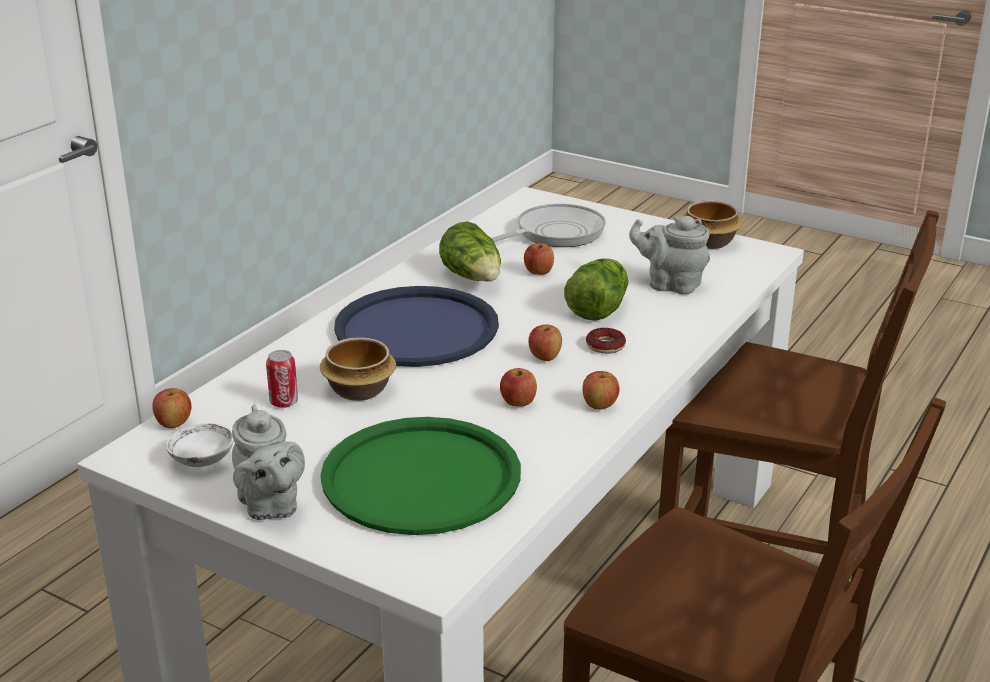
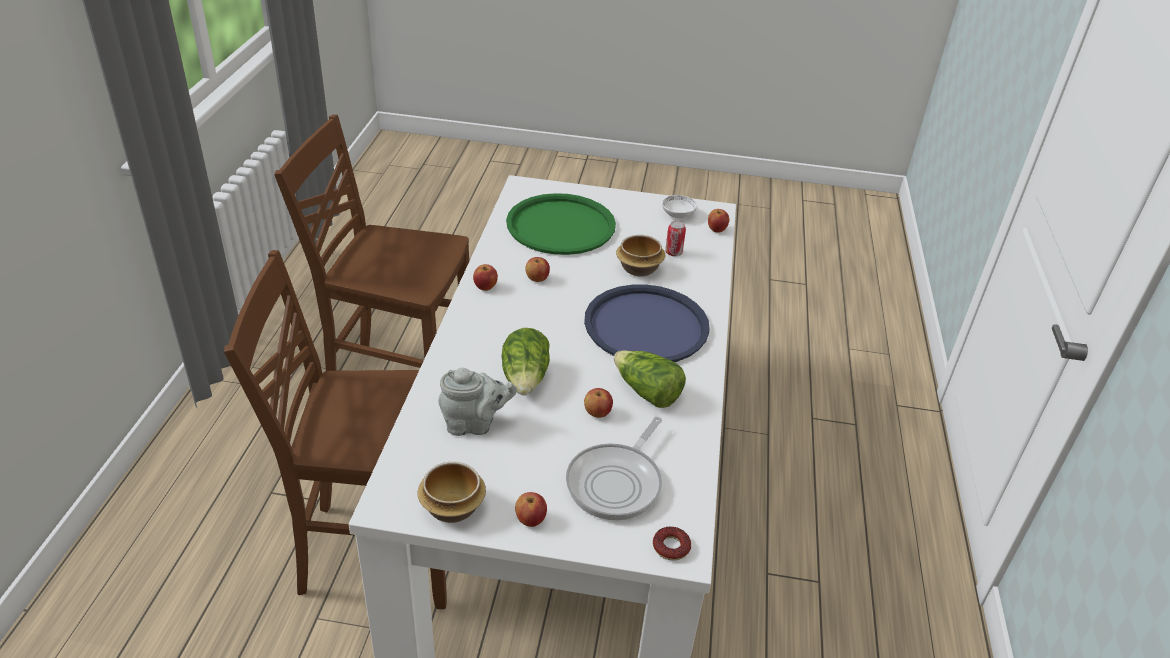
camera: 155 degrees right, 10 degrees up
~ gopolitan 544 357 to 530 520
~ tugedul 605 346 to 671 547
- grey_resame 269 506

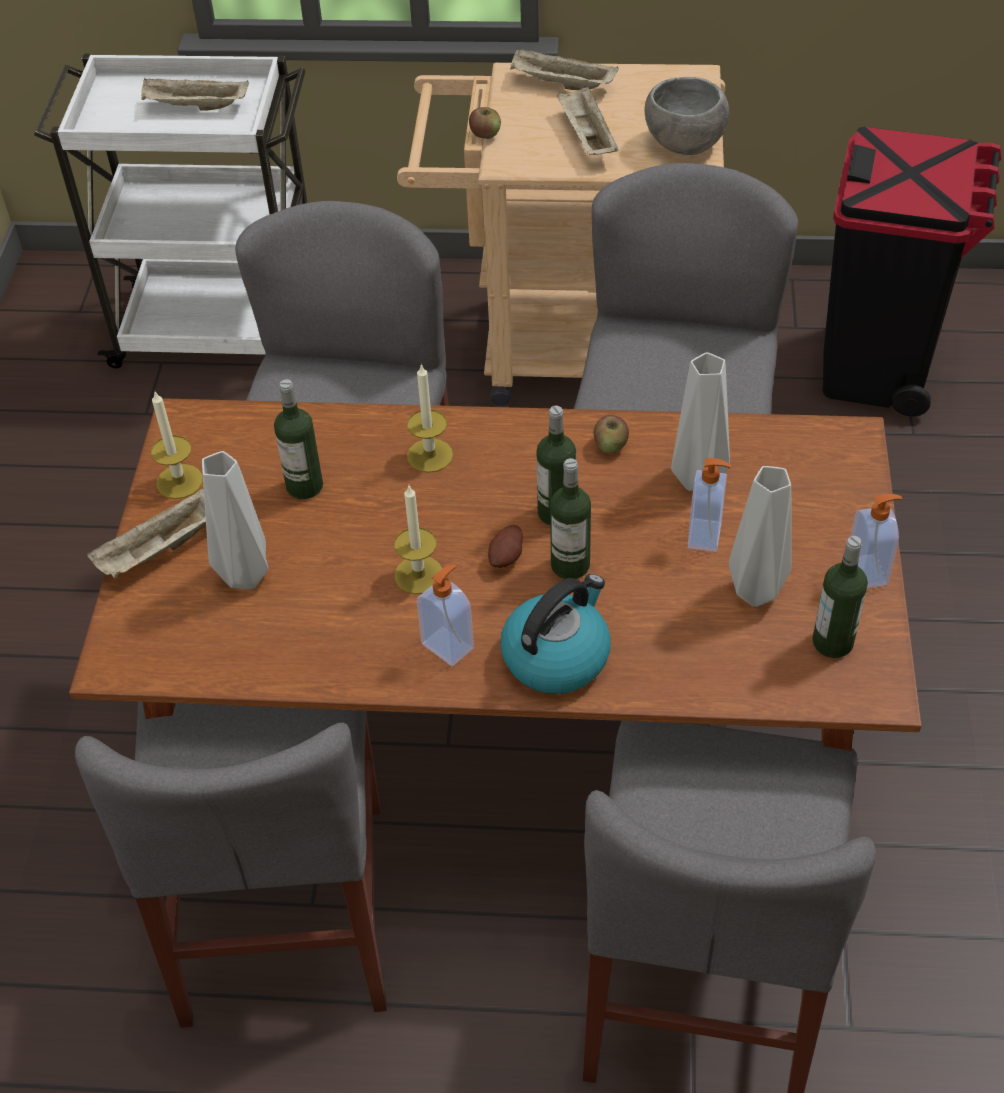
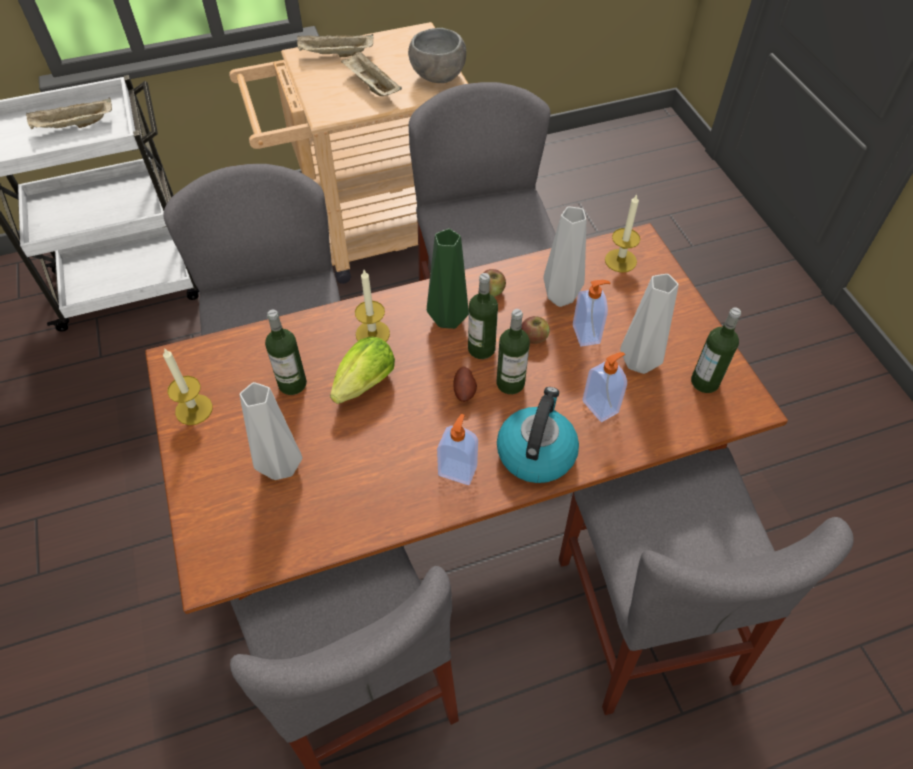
camera: 25 degrees left, 5 degrees up
~ gopolitan 485 134 to 534 337
- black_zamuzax 877 366
~ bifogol 418 575 to 620 260
- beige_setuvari 162 550
~ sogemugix 868 571 to 601 406
+ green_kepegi 447 318
+ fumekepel 362 387

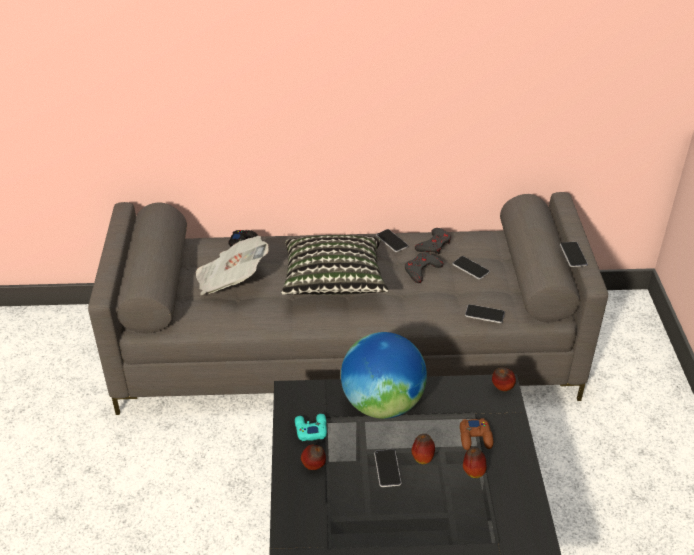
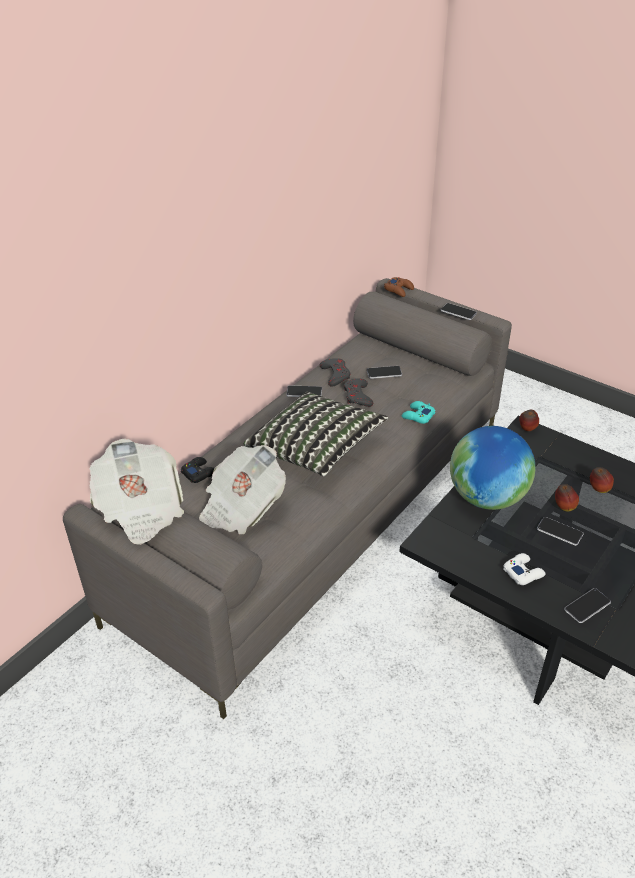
camera: 50 degrees left, 0 degrees up
~ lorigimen 484 314 to 587 606
~ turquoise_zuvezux 310 429 to 417 416
~ brown_zuvezux 475 437 to 399 290
~ gopolitan 314 466 to white_zuvezux 523 572
+ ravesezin 140 509

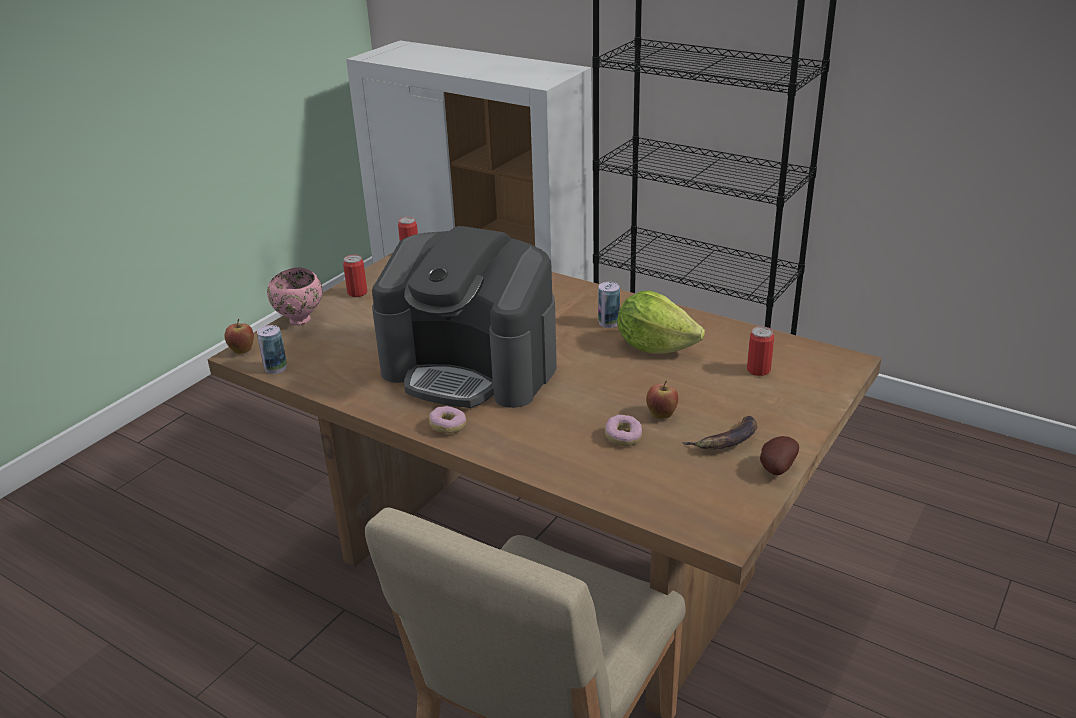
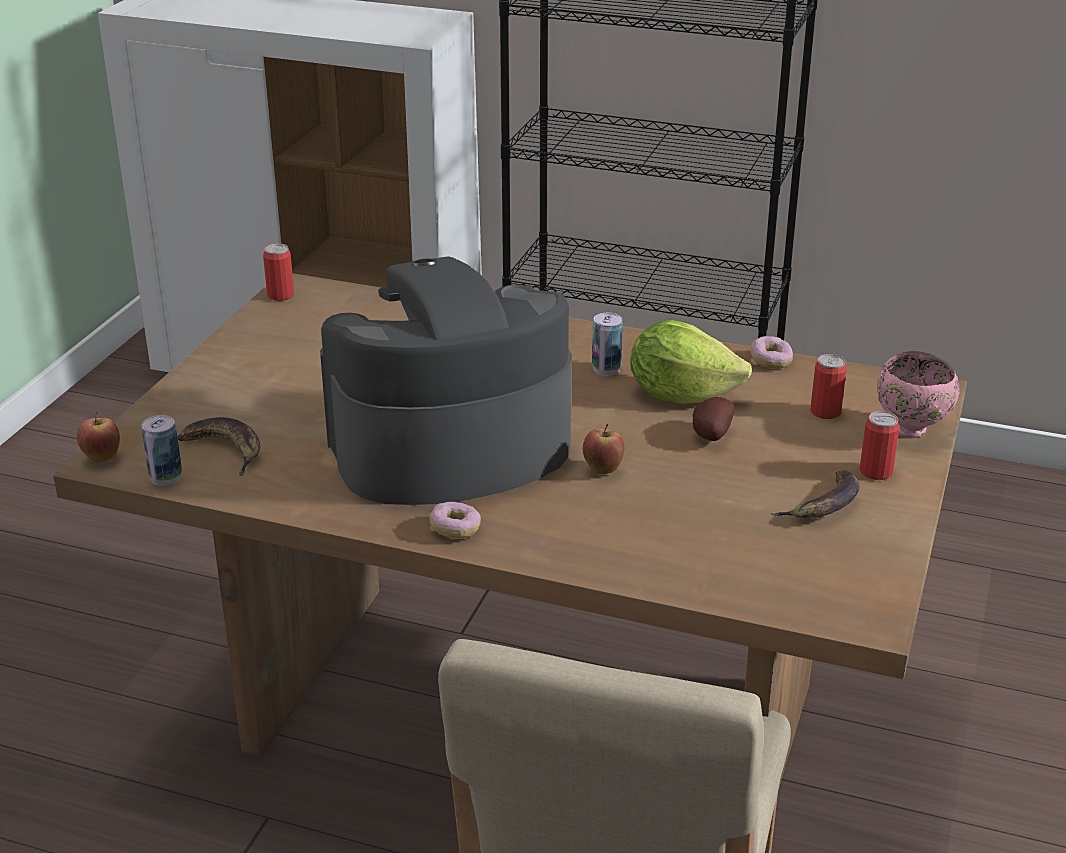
camera: 15 degrees left, 0 degrees up
~ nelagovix 471 368 = 448 448 150 degrees clockwise
~ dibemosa 357 293 to 876 471
~ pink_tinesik 300 321 to 911 431
~ gopolitan 661 415 to 602 470
~ tugedul 623 437 to 771 361
~ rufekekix 775 468 to 710 435
+ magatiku 224 450

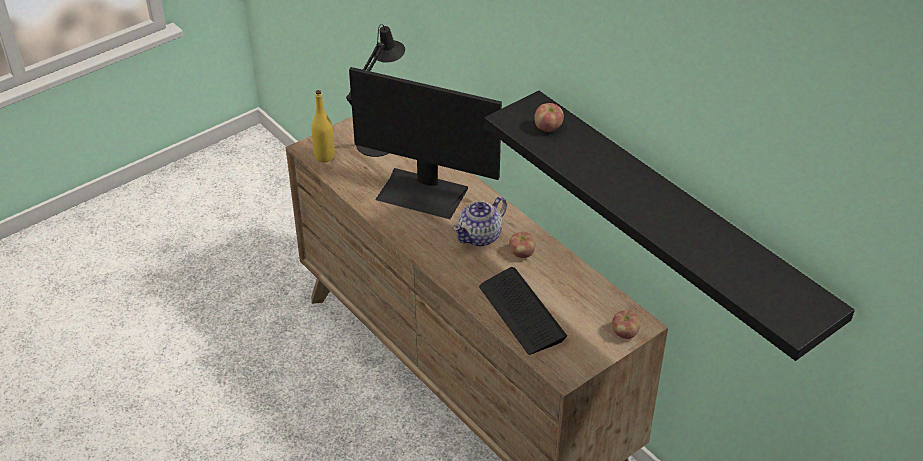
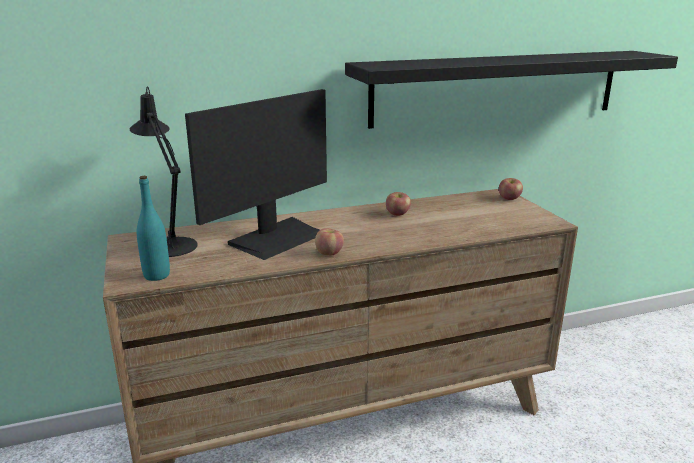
camera: 70 degrees left, 20 degrees down
~ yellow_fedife 324 157 to turquoise_fedife 157 275
~ gopolitan 548 128 to 329 253
- resame 480 236
- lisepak 521 312

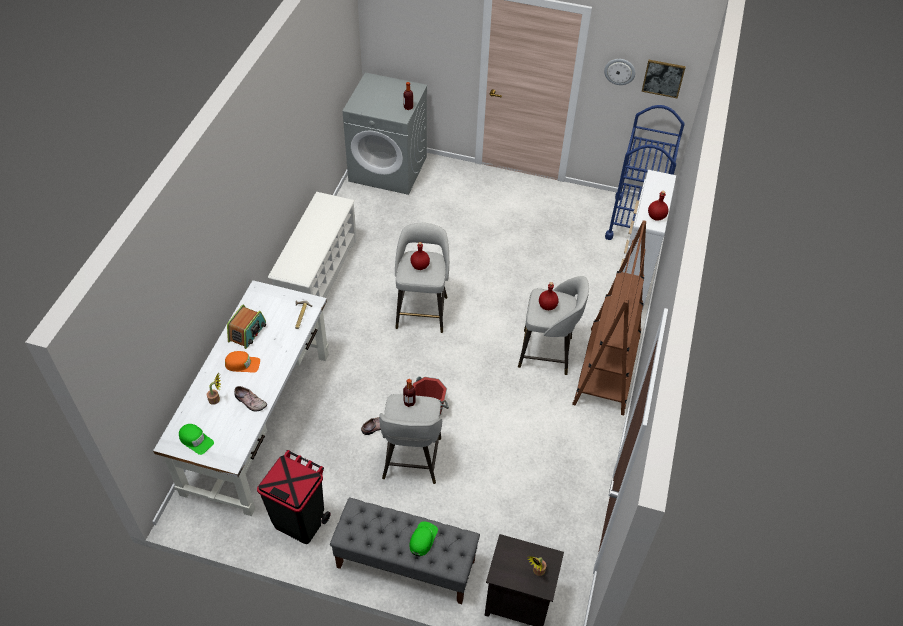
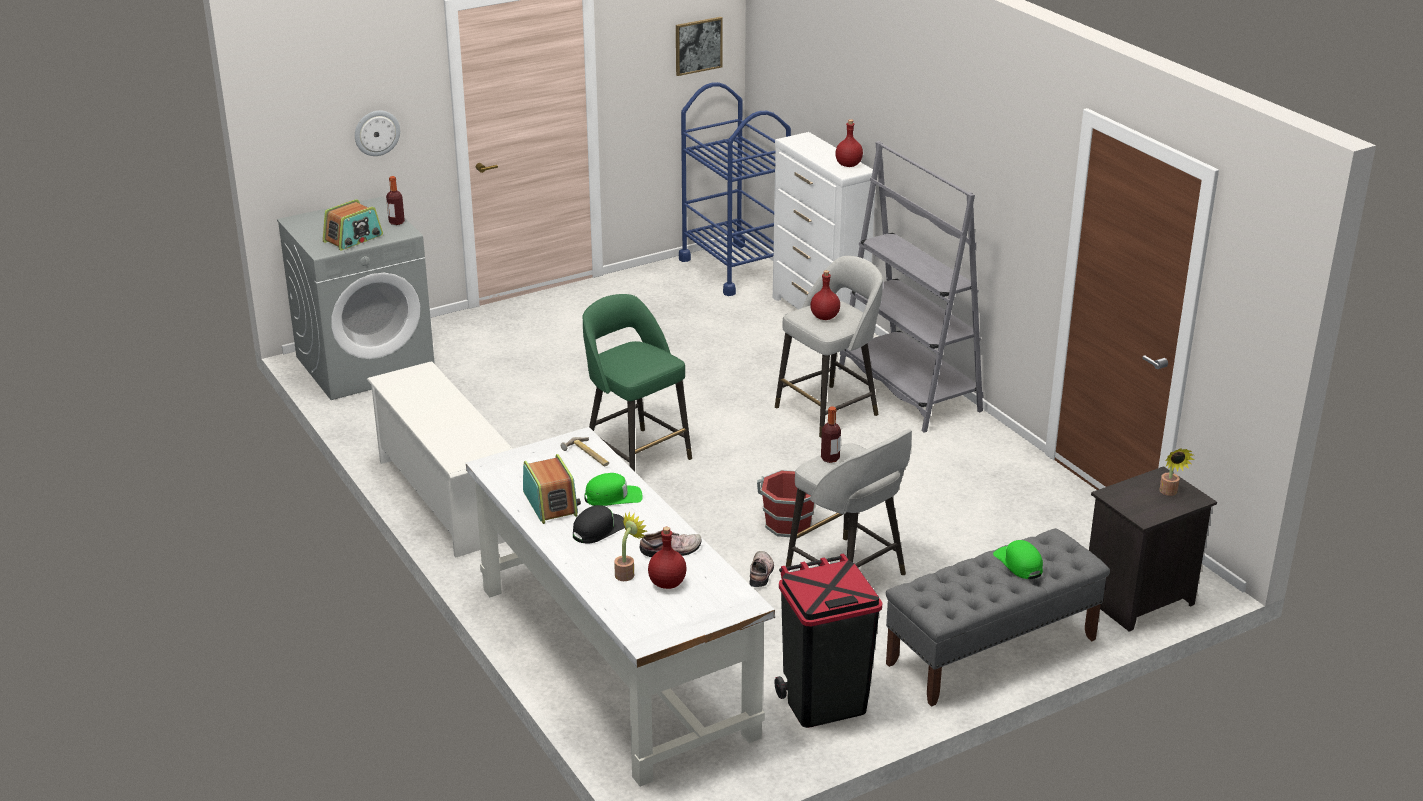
camera: 45 degrees left, 20 degrees down
~ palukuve 619 71 to 376 132
~ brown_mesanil 606 370 to grey_mesanil 909 390
~ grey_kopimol 422 311 to green_kopimol 635 455
~ red_fedife 419 266 to 667 584
~ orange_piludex 242 364 to black_piludex 599 529
~ green_piludex 195 440 to 613 497
+ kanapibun 353 239

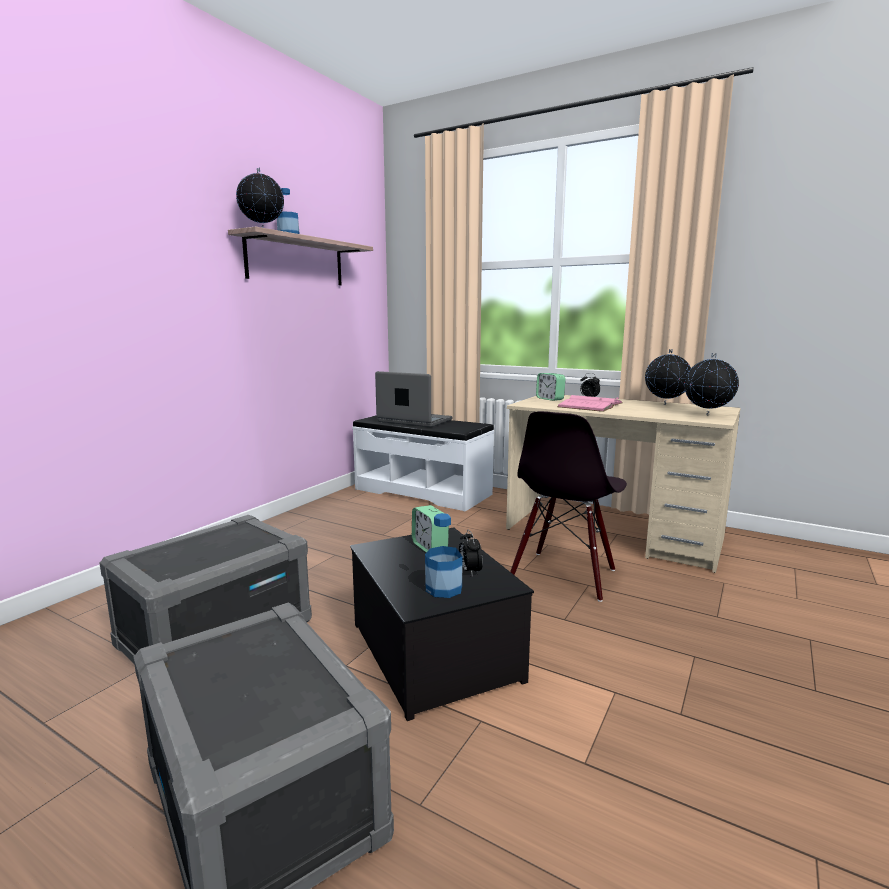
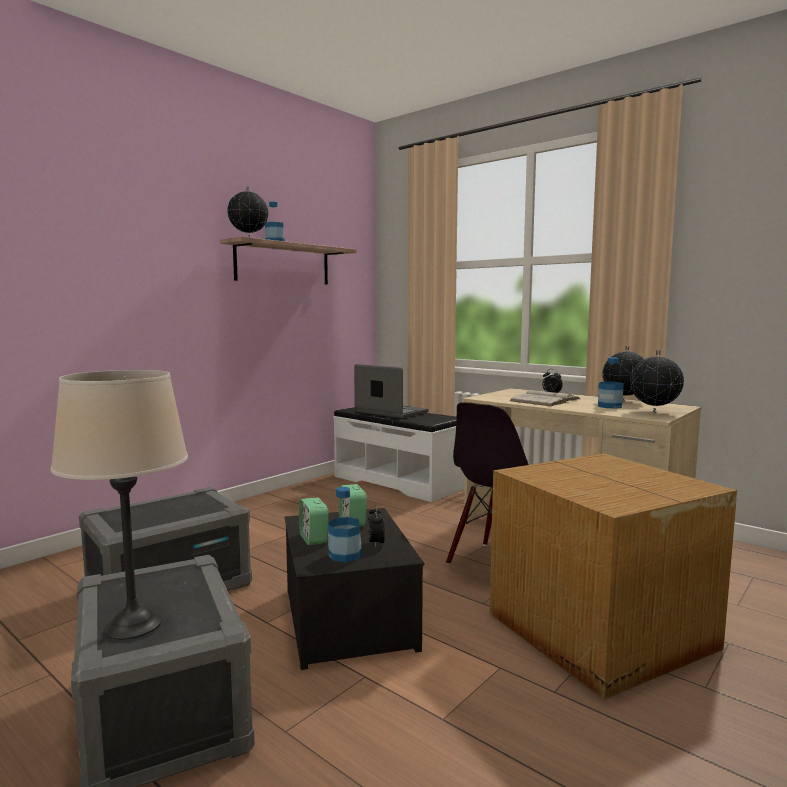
camera: 10 degrees right, 5 degrees down
~ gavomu 550 399 to 313 539
~ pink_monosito 590 405 to white_monosito 545 400
+ fedife 609 406
+ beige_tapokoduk 133 625
+ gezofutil 600 632

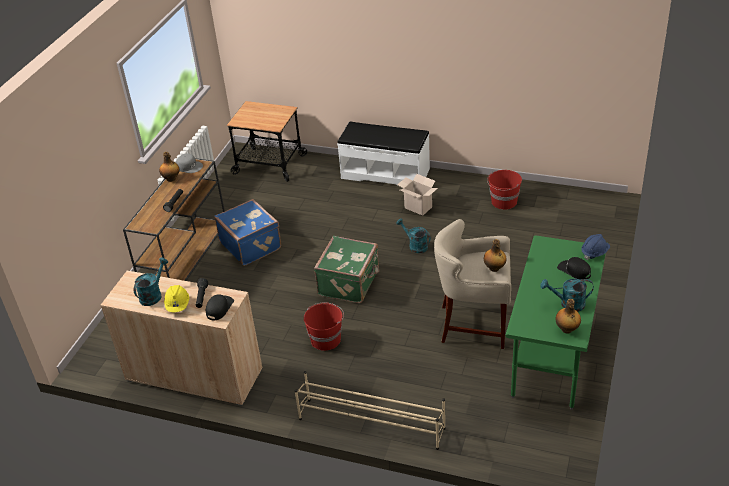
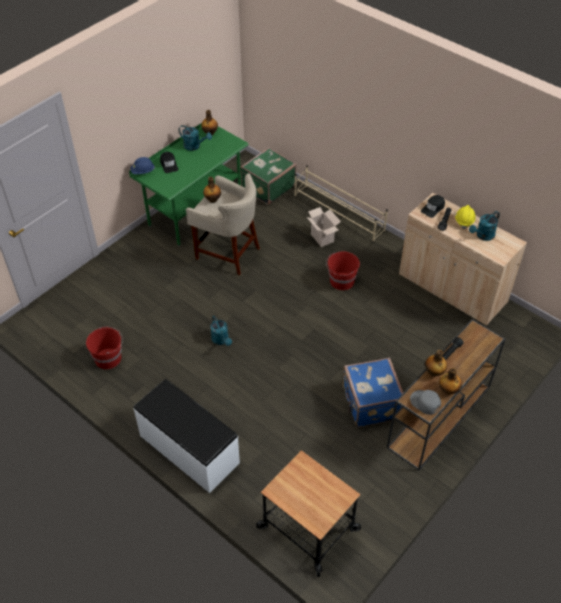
camera: 160 degrees left, 10 degrees up
~ gezofutil 417 207 to 323 238
~ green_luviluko 350 283 to 267 187
+ fedife 434 372

